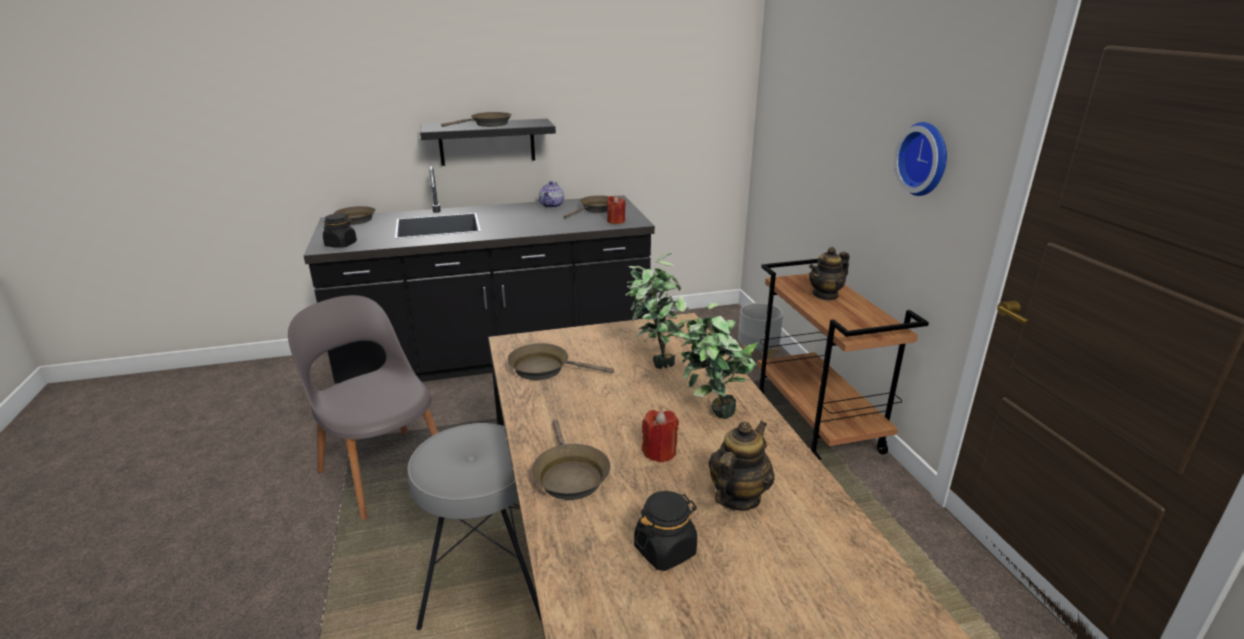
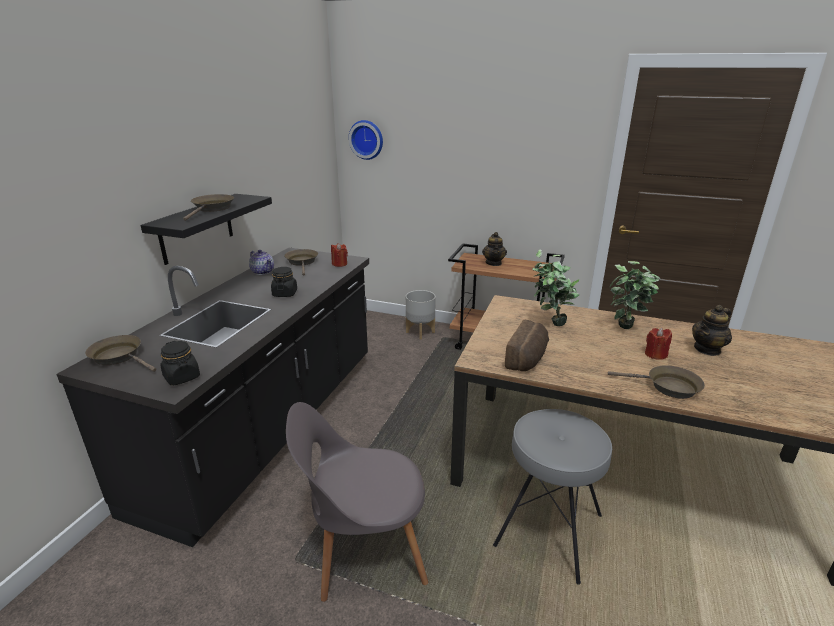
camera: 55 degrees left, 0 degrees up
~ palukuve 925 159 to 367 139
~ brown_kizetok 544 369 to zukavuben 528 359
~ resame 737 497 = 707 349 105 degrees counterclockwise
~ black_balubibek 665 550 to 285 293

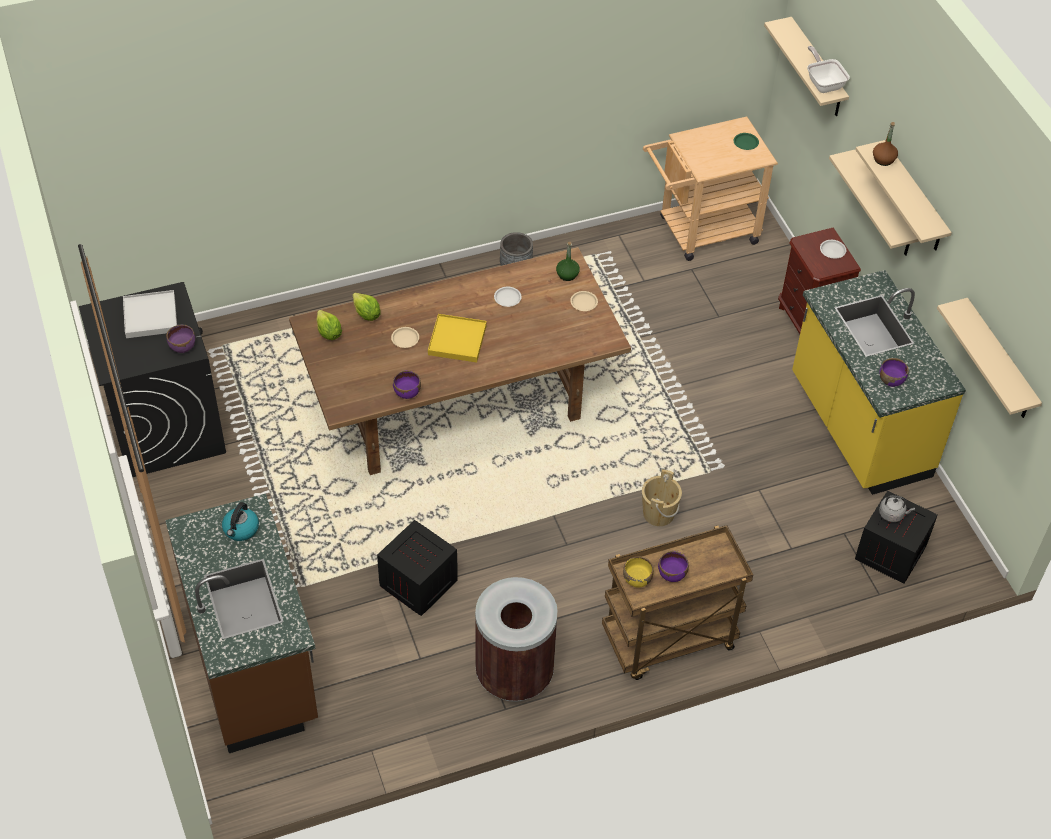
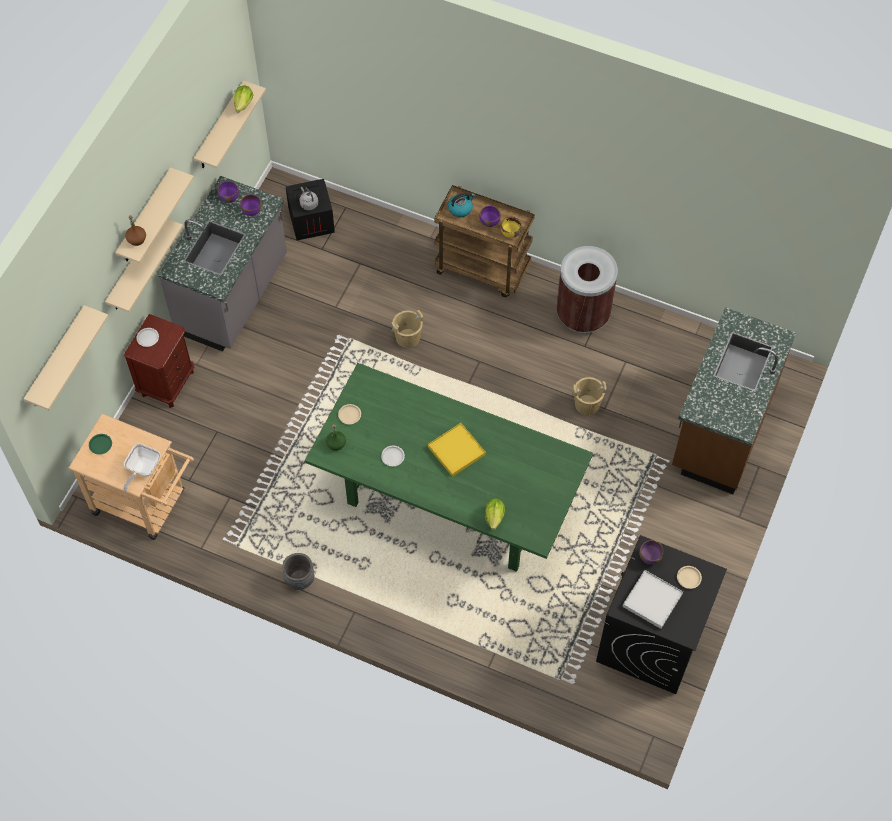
camera: 135 degrees left, 10 degrees up
~ kizetok 823 83 to 142 469
~ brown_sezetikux 461 406 to green_sezetikux 447 499
~ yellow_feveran 858 428 to grey_feveran 234 296
~ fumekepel 328 333 to 244 104
~ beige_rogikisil 405 339 to 688 578
~ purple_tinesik 407 392 to 229 197
~ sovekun 241 529 to 460 208
~ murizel 417 583 to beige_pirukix 587 404

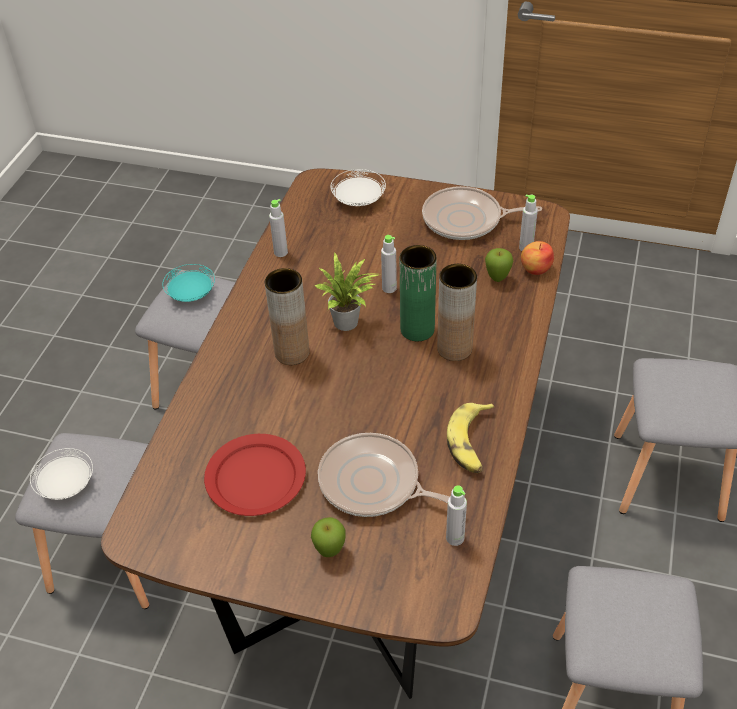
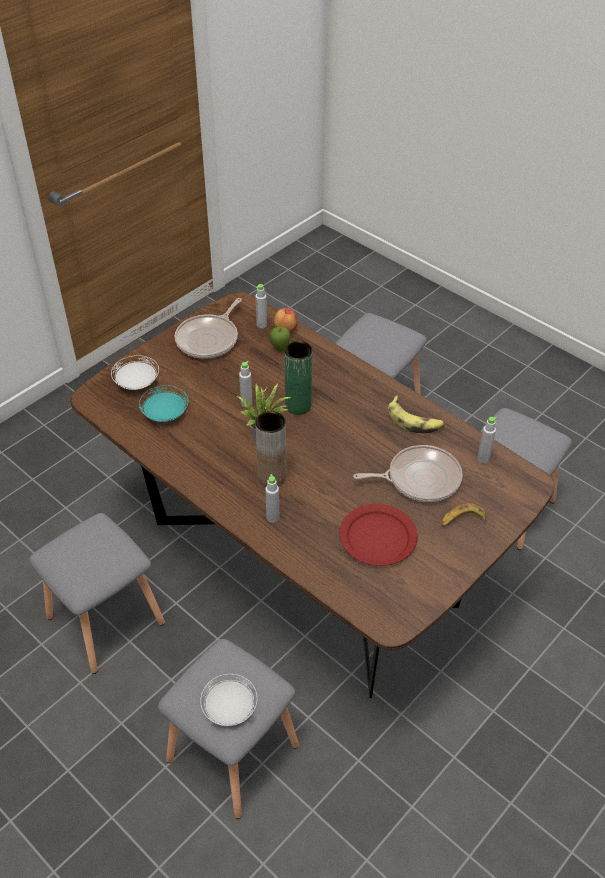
camera: 65 degrees left, 0 degrees up
~ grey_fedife 280 252 to 273 517
~ turquoise_rogikisil 191 294 to 165 413
- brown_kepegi 454 348
~ kizetok 374 483 = 419 478 150 degrees counterclockwise
~ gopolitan 330 551 to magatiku 462 520

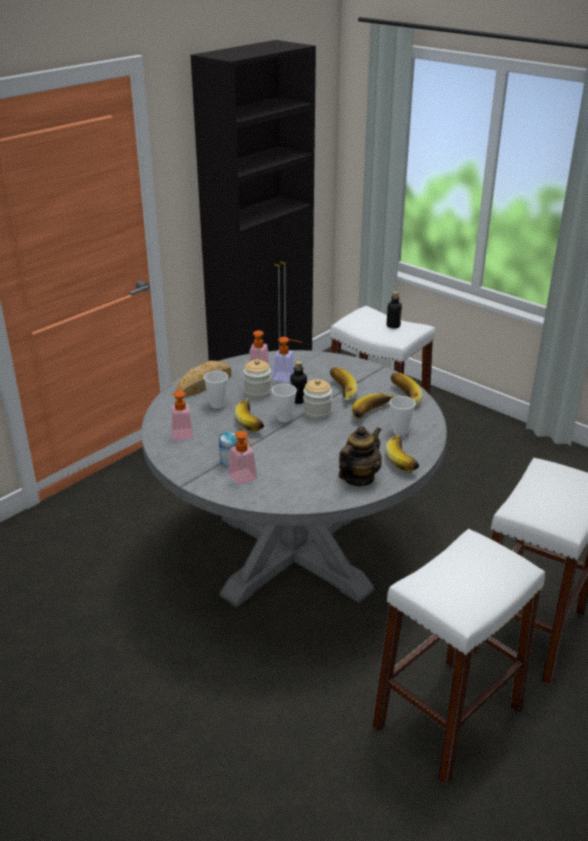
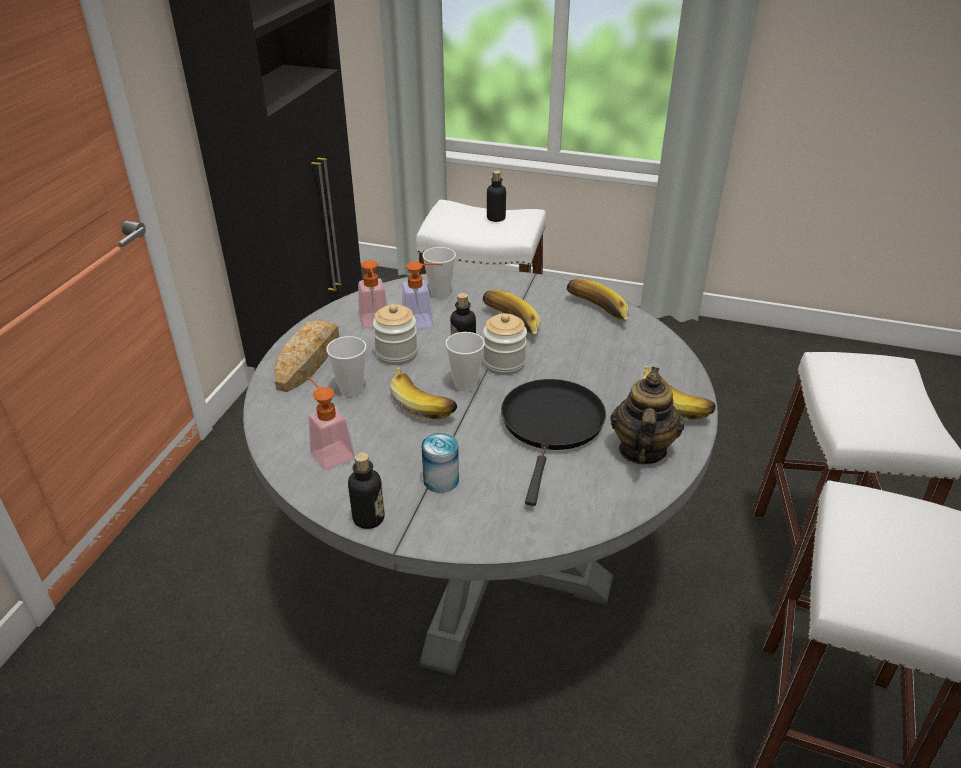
camera: 25 degrees left, 5 degrees up
- magatiku 373 413
~ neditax 400 431 to 440 293
- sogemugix 245 480
+ black_kizetok 552 426
+ fedife 368 518

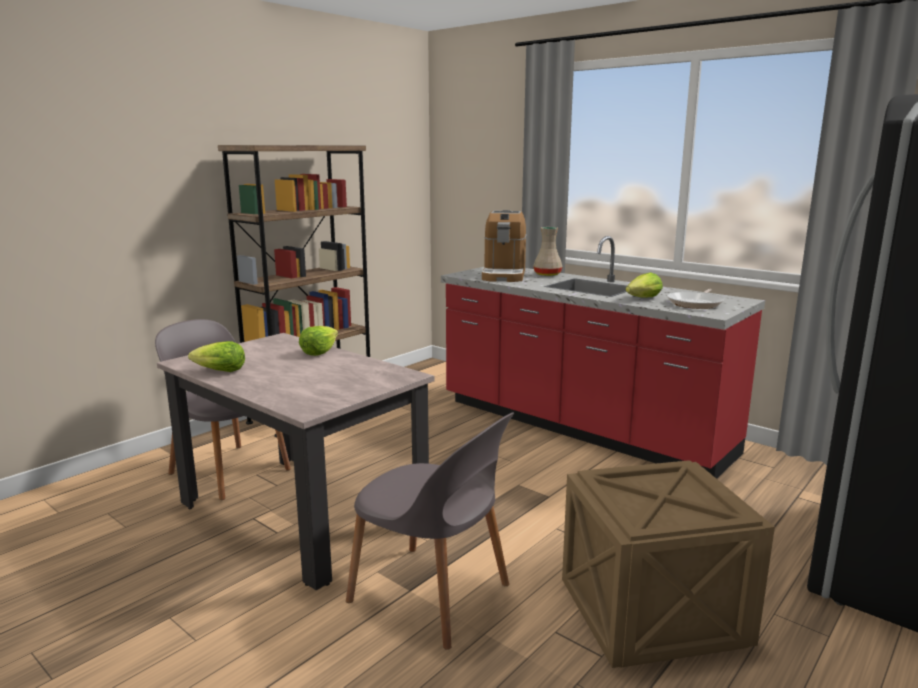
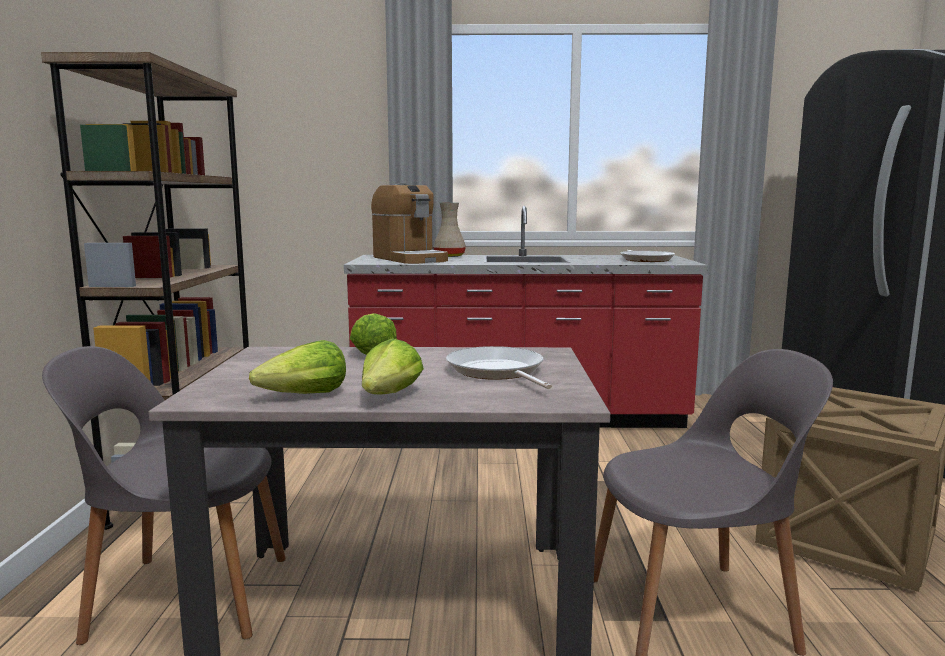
camera: 40 degrees left, 5 degrees down
~ fumekepel 643 298 to 390 396
+ kizetok 497 371

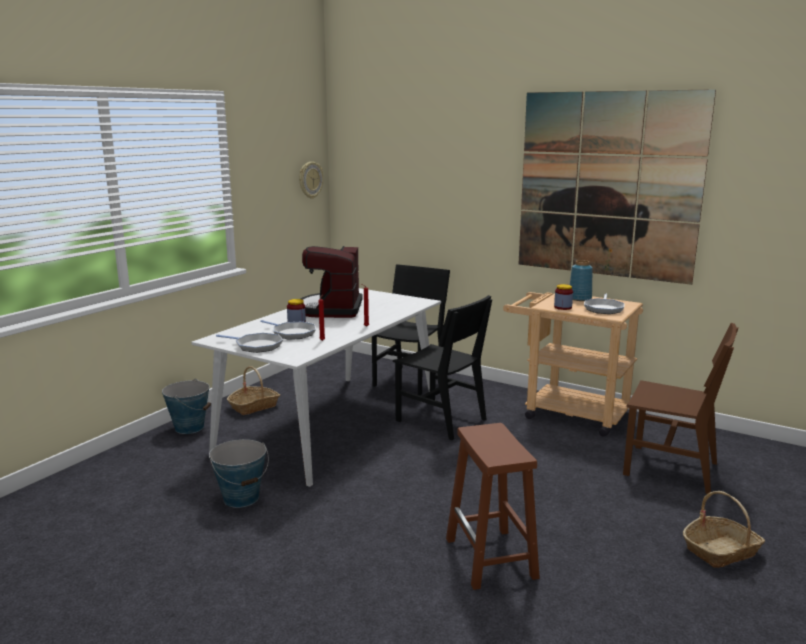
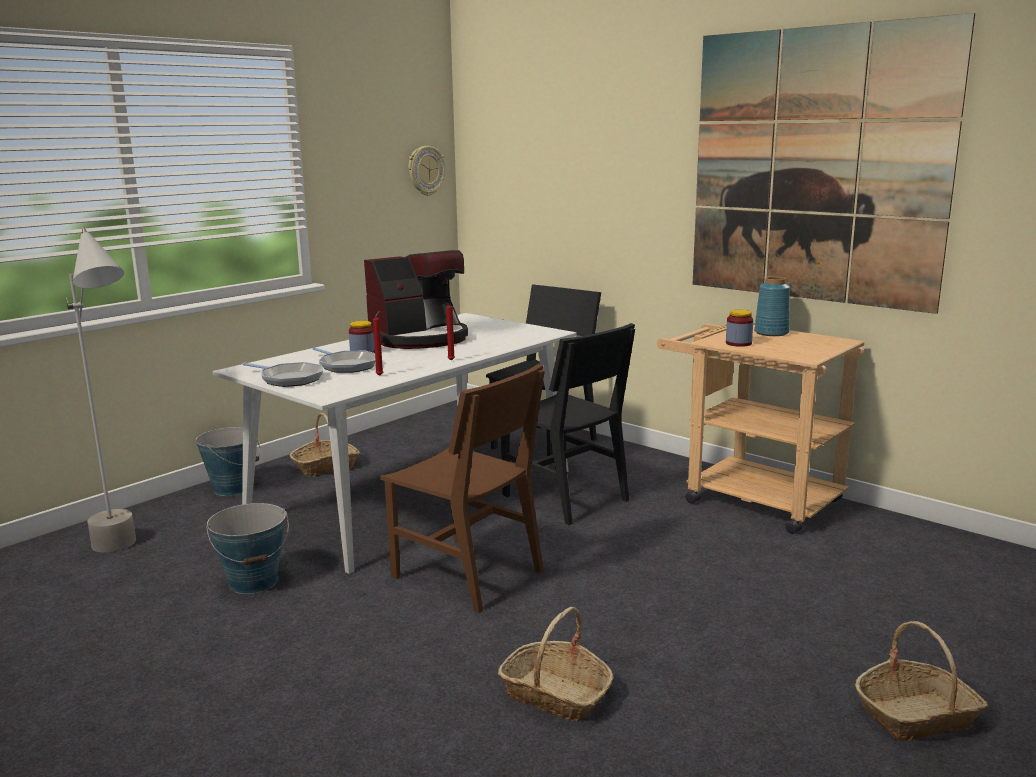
camera: 10 degrees right, 0 degrees up
~ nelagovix 331 309 = 420 338 135 degrees counterclockwise
- kizetok 603 309
~ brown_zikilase 670 469 to 467 574
~ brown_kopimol 491 559 to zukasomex 556 694
+ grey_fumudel 127 554

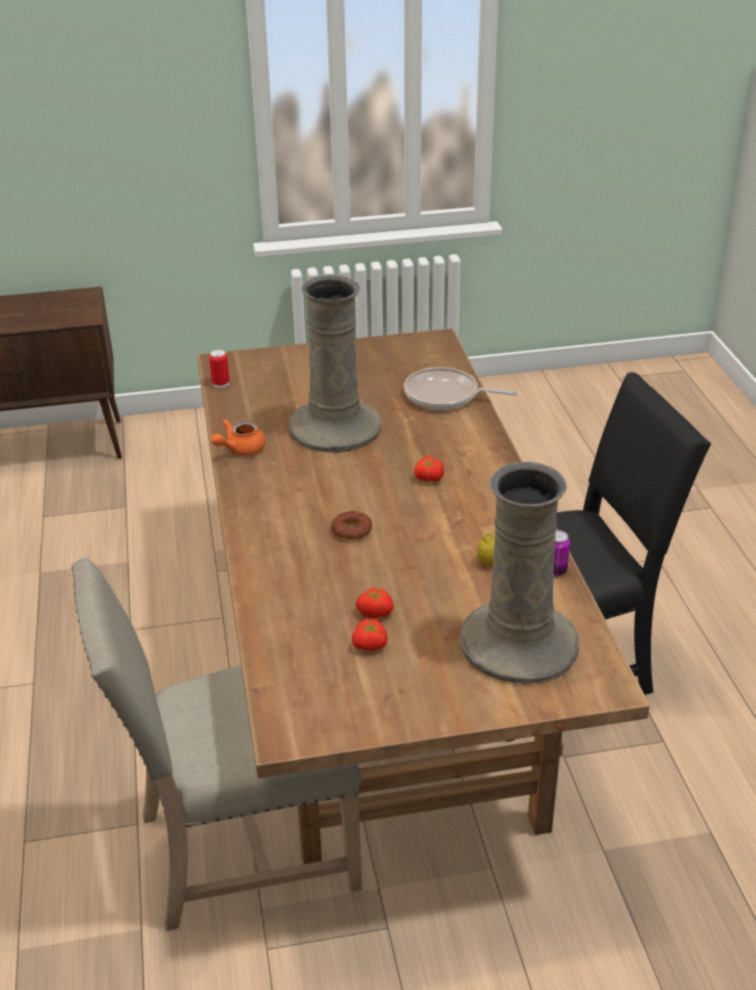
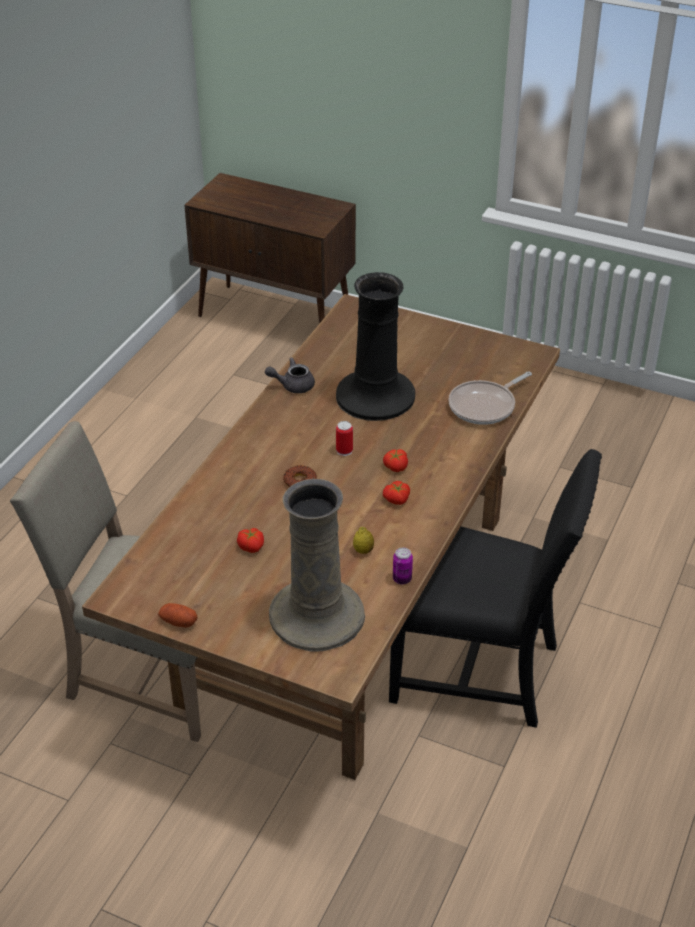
camera: 35 degrees right, 5 degrees up
~ beige_kepegi 334 427 to black_kepegi 374 396
~ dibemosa 220 383 to 344 451
~ kizetok 446 396 = 485 406 90 degrees counterclockwise
~ orange_resame 240 450 to grey_resame 292 385
~ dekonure 371 645 to 397 500
+ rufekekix 178 622

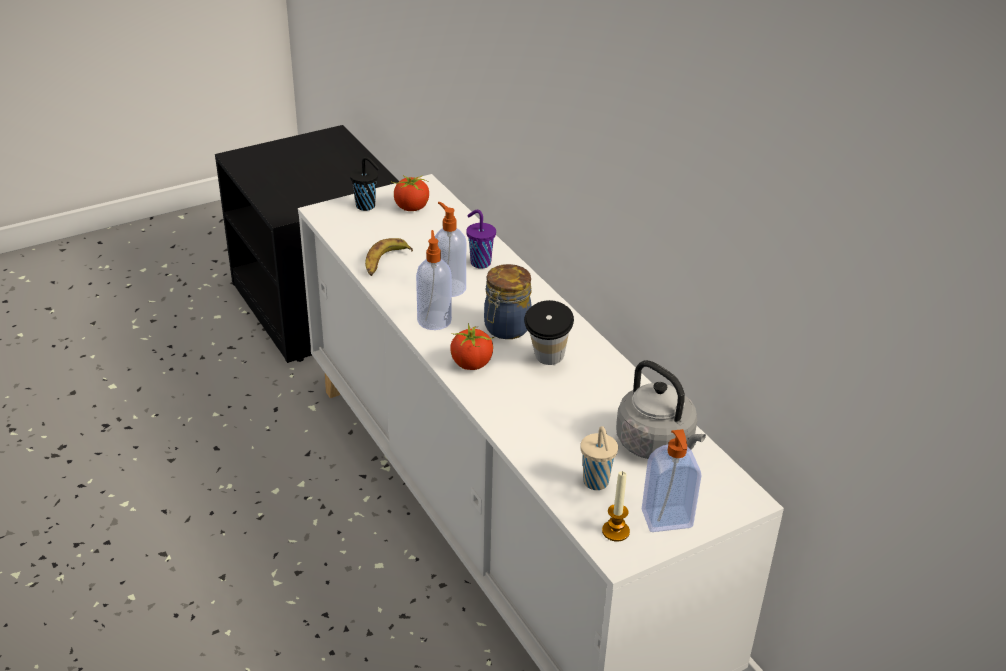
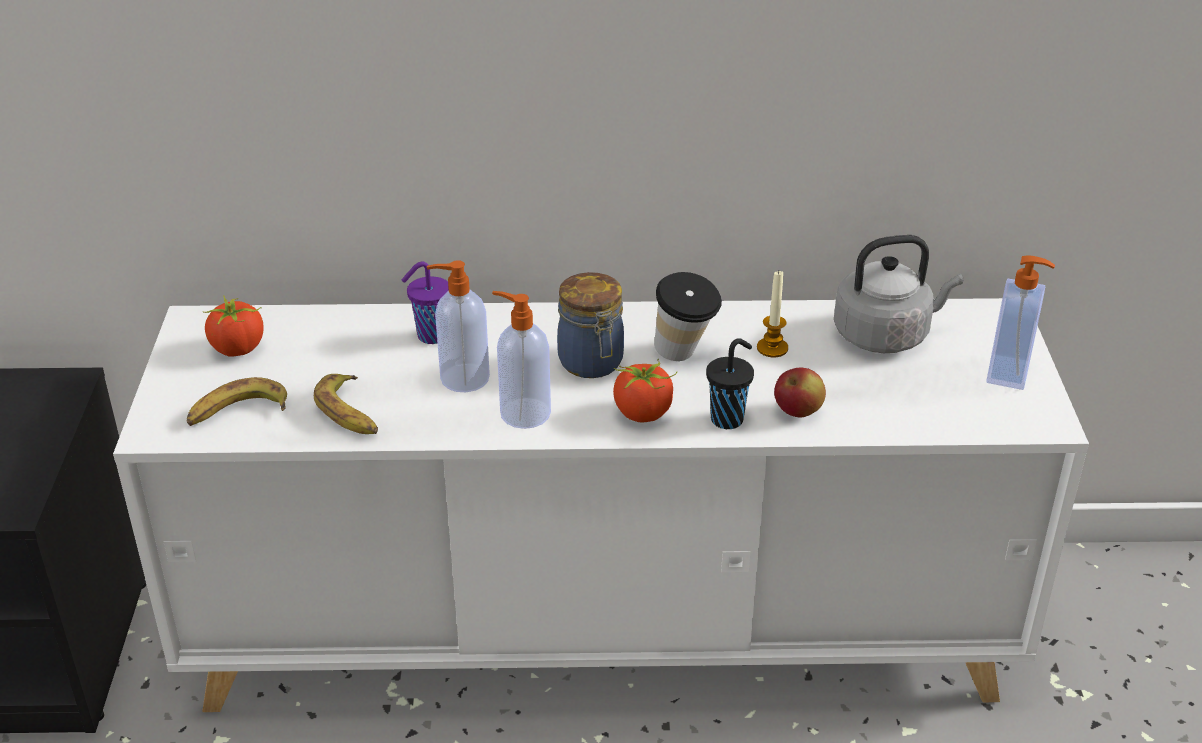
camera: 60 degrees left, 0 degrees up
~ black_neditax 367 206 to 728 419
- beige_neditax 596 483
~ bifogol 615 531 to 772 348
+ gopolitan 798 412
+ magatiku 238 413

